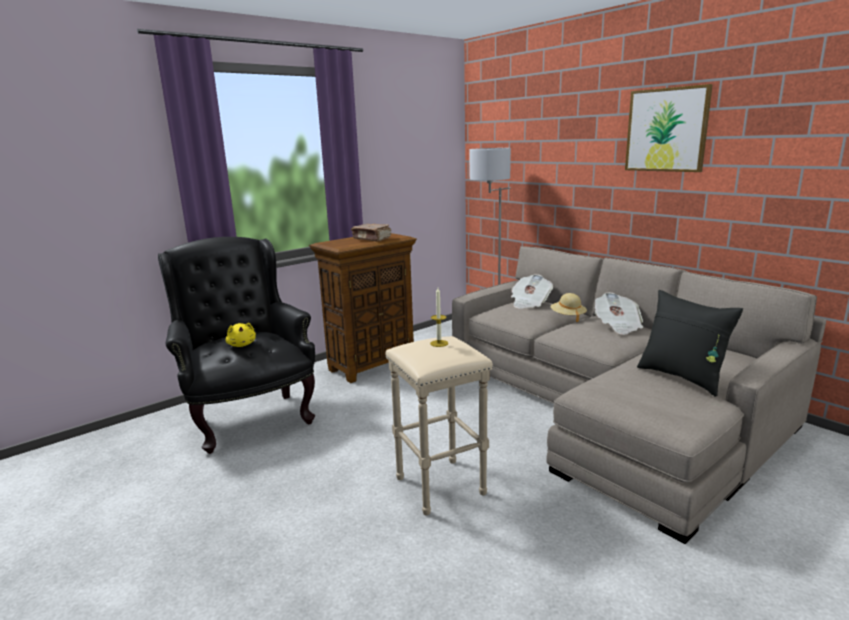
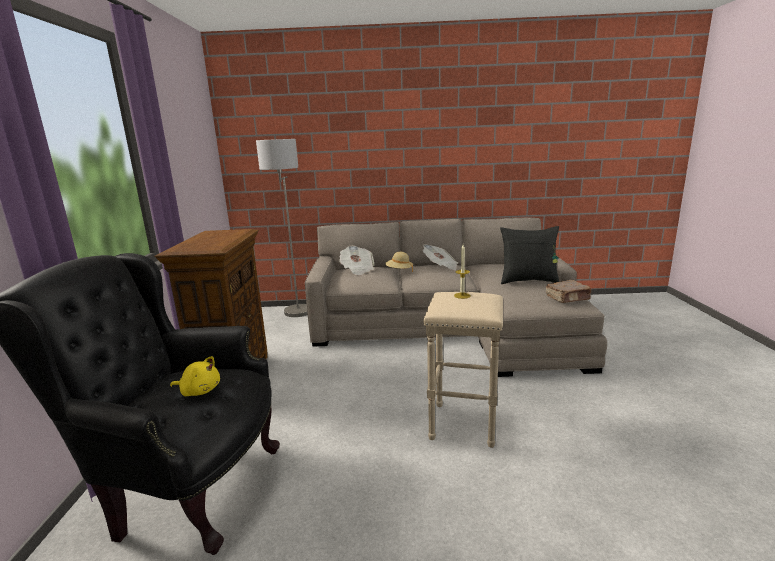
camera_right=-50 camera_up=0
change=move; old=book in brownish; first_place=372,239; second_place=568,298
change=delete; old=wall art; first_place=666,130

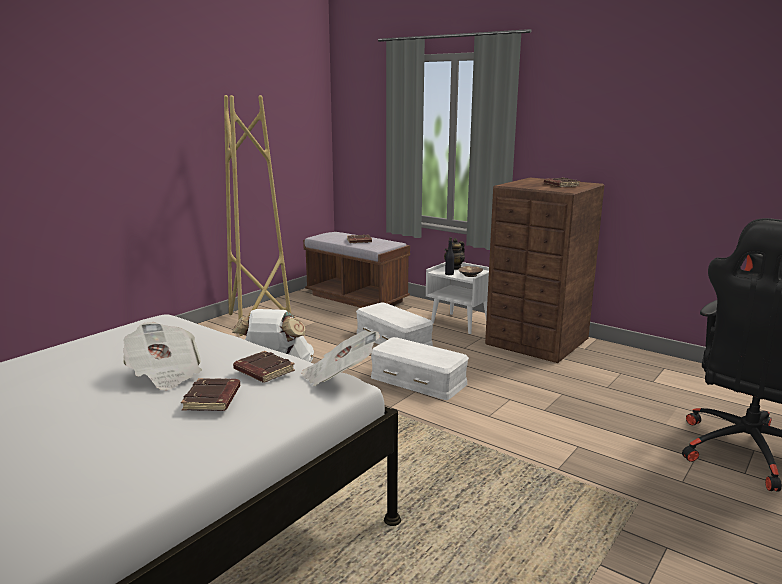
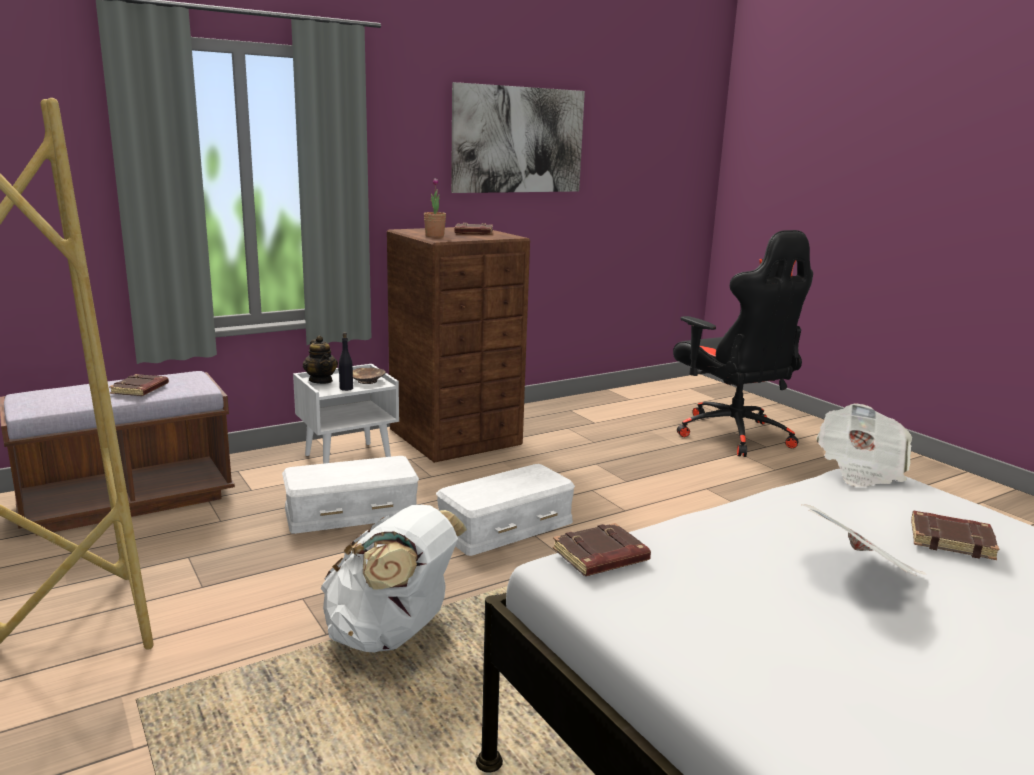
camera_right=-70 camera_up=0
change=insert; new=plant in a pot; second_place=434,236
change=insert; new=wall art; second_place=518,140
change=move; old=book in brownish; first_place=263,371; second_place=600,557

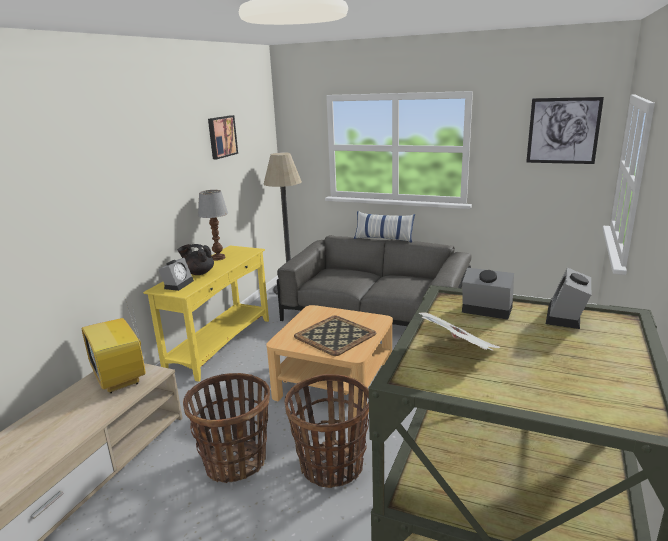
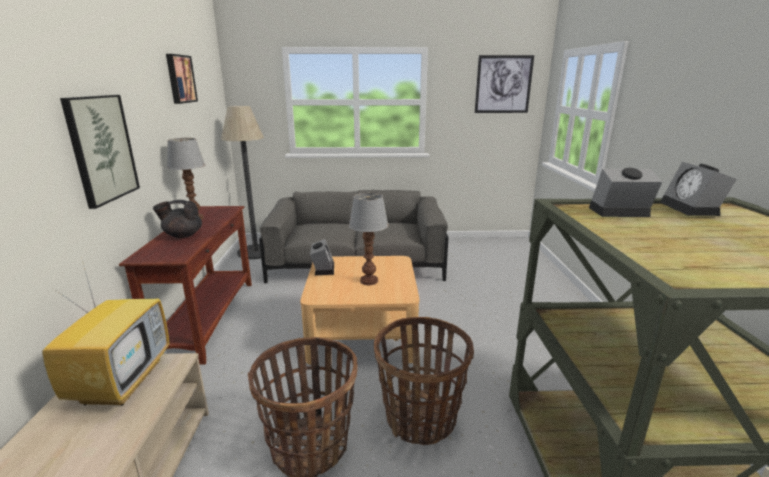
camera_right=-25 camera_up=0
change=rotate; old=television; first_place=120,378; second_place=122,381; degrees=-120
change=insert; new=wall art; second_place=101,149
change=recolor; old=narrow table in yellow; new=narrow table in brownish; first_place=220,344; second_place=208,318
change=move; old=table clock; first_place=178,284; second_place=323,268
change=replace; old=carrying tray; new=tabletop lamp; first_place=336,335; second_place=369,281
change=delete; old=throw pillow; first_place=383,239
change=delete; old=newspaper; first_place=459,351

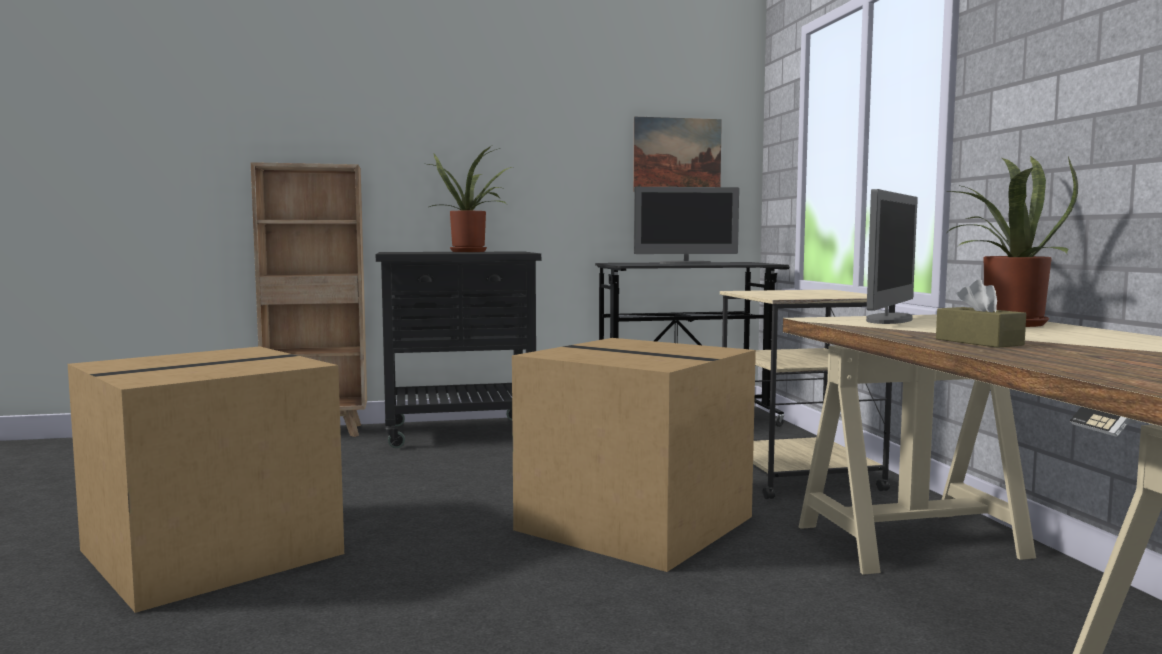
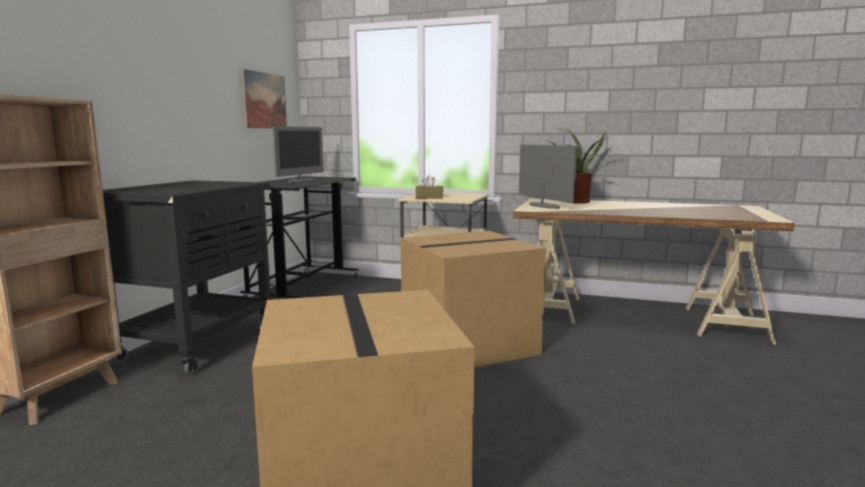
camera_right=-60 camera_up=5
change=move; old=tissue box in brownish; first_place=978,342; second_place=429,197
change=delete; old=plant in a pot; first_place=471,251

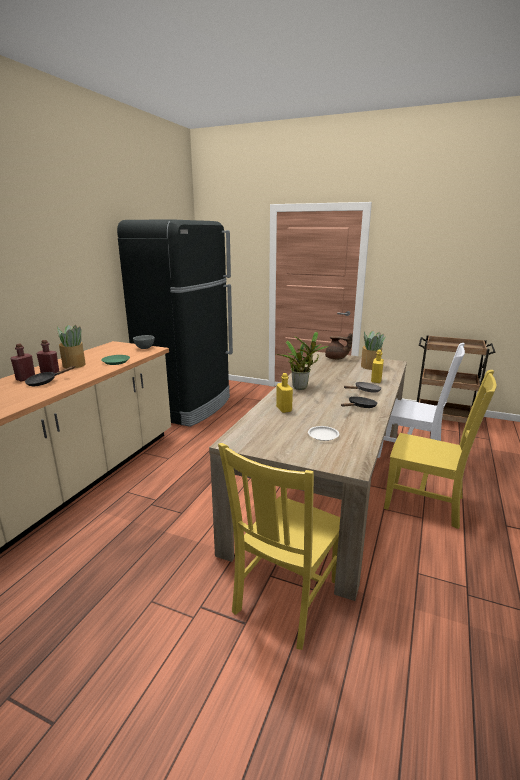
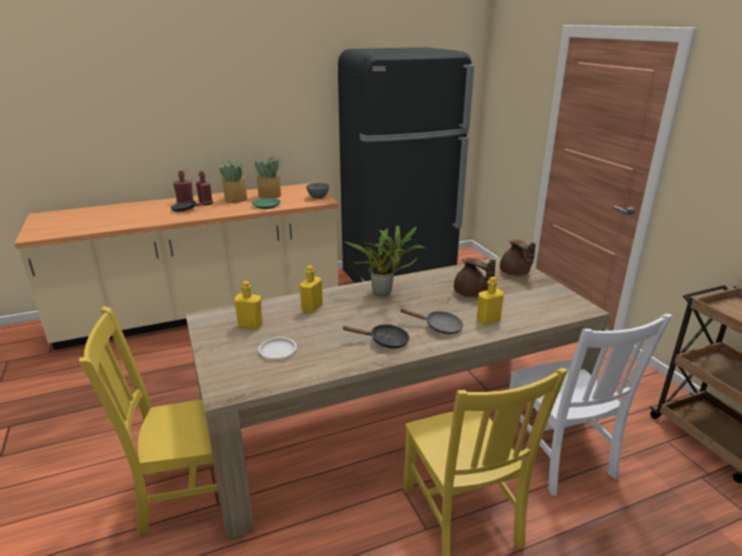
camera_right=45 camera_up=5
change=insert; new=bottle in yellow; second_place=250,325
change=move; old=plant in a pot; first_place=370,366; second_place=270,196
change=insert; new=pot for tea in brownish; second_place=470,294

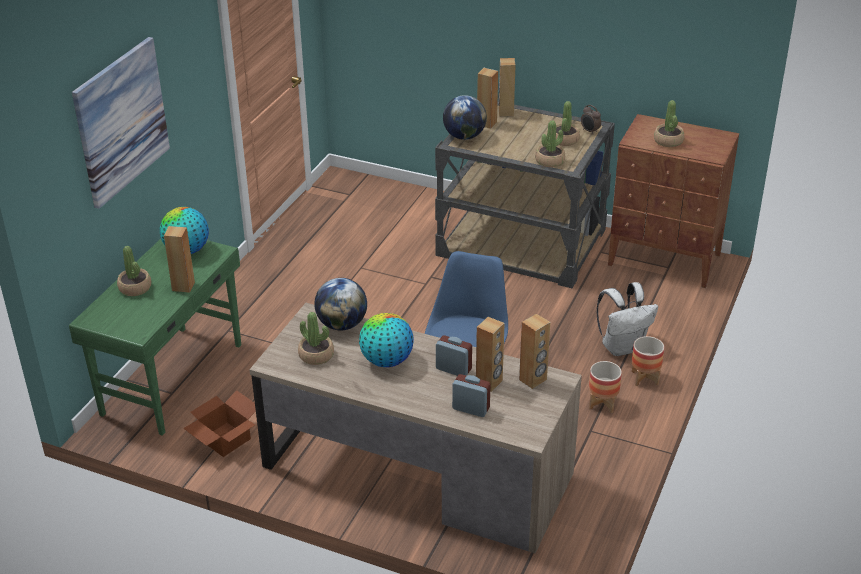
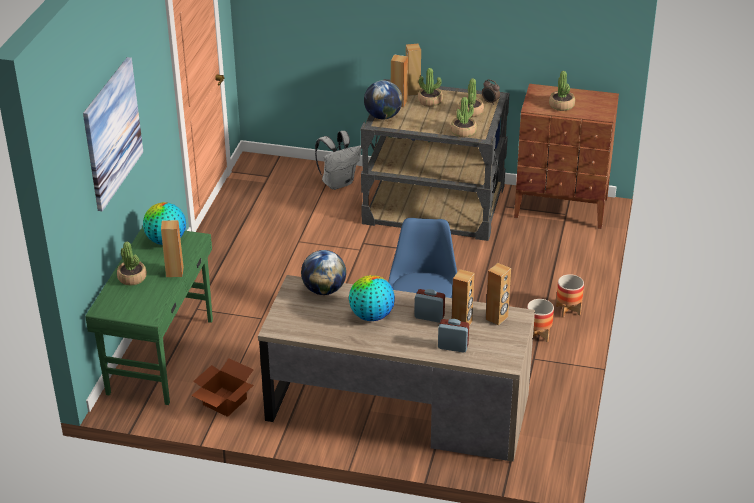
camera_right=-10 camera_up=0
change=move; old=rucksack in whitish; first_place=622,346; second_place=338,183
change=move; old=plant in a pot; first_place=316,355; second_place=430,101

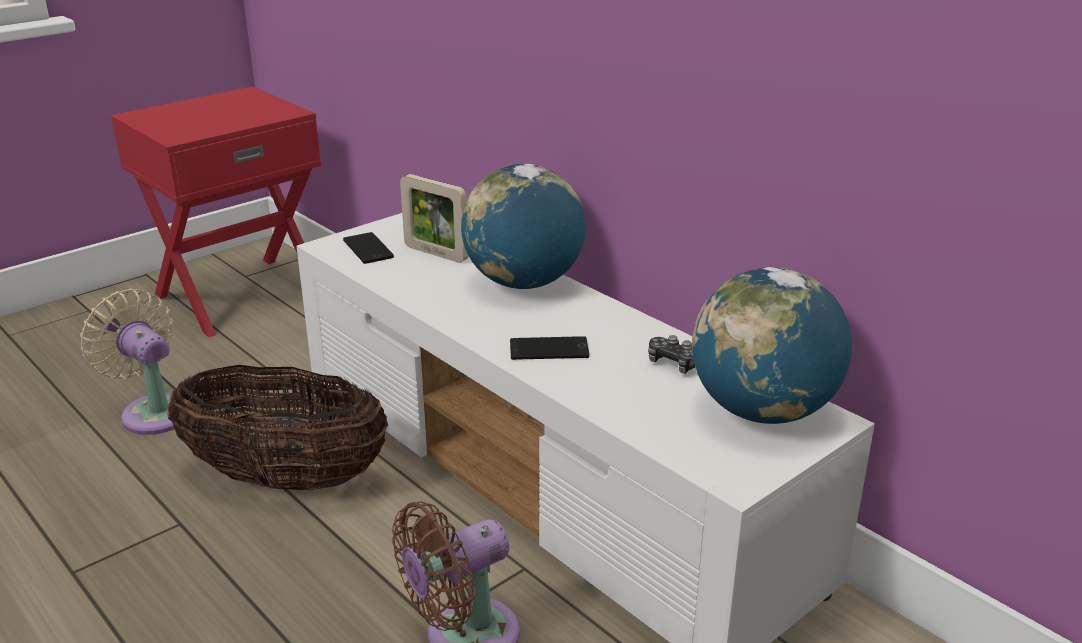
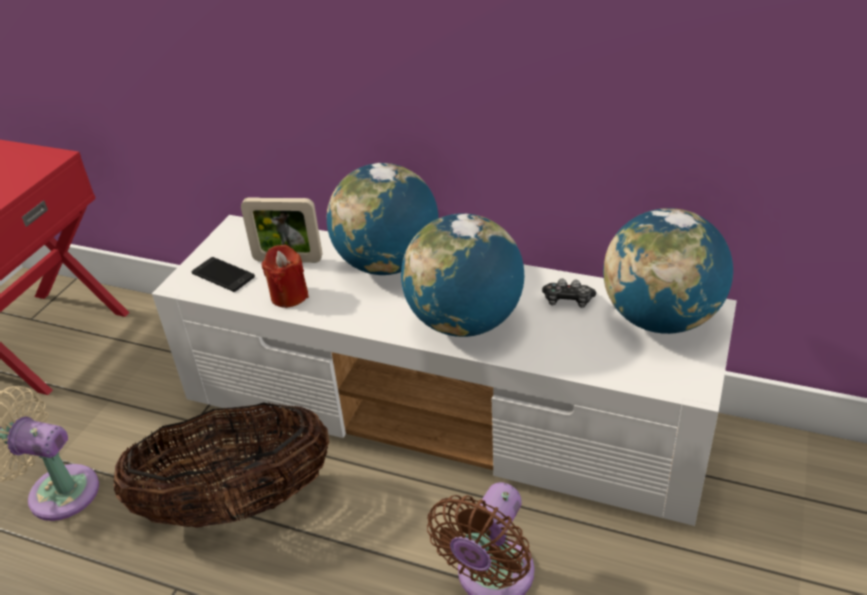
camera_right=-25 camera_up=10
change=insert; new=wax light in red-coloured; second_place=289,296
change=replace; old=telephone; new=desk globe; first_place=549,349; second_place=464,322

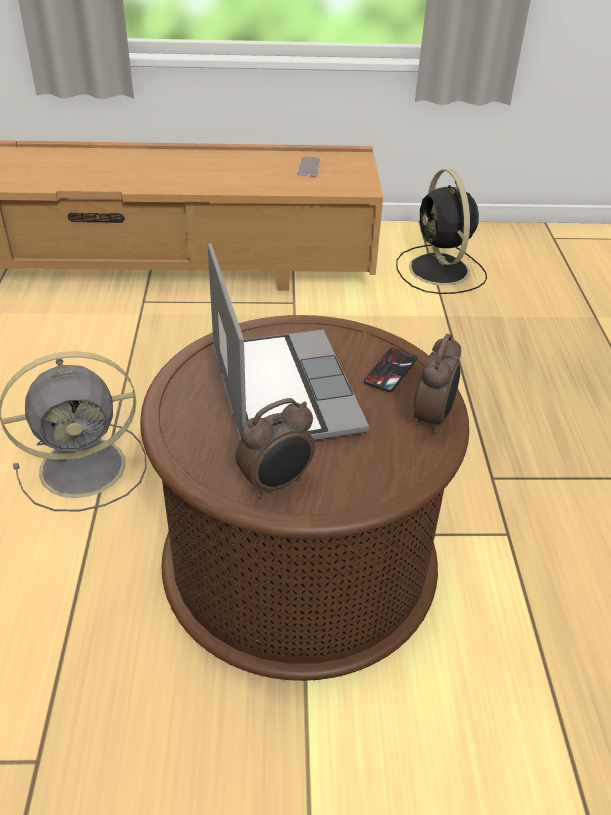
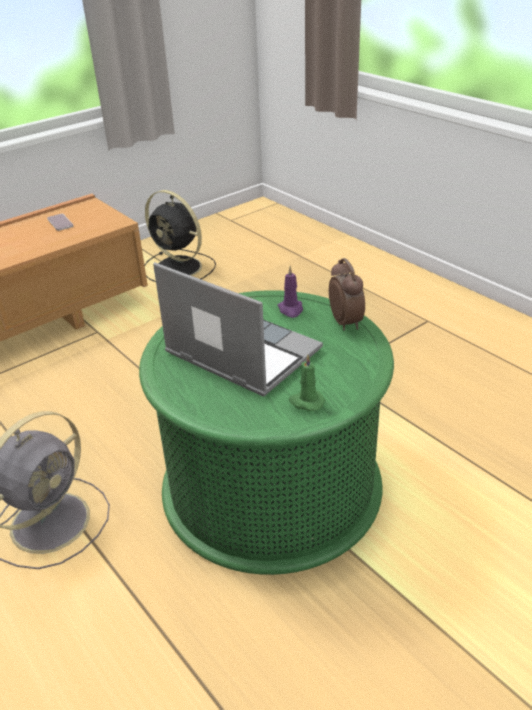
camera_right=-35 camera_up=-5
change=recolor; old=lounge table in brownish; new=lounge table in green; first_place=299,558; second_place=271,484
change=replace; old=telephone; new=wax light in purple; first_place=390,370; second_place=291,310
change=replace; old=table clock; new=wax light in green; first_place=277,483; second_place=306,402

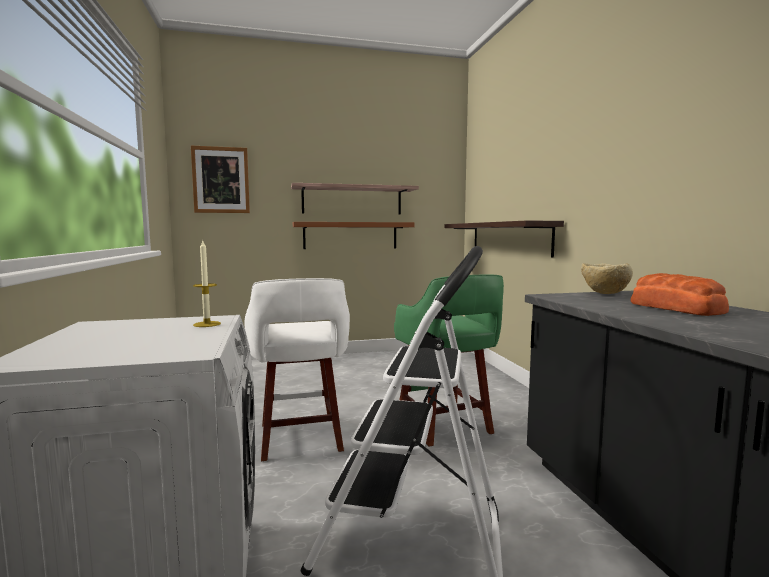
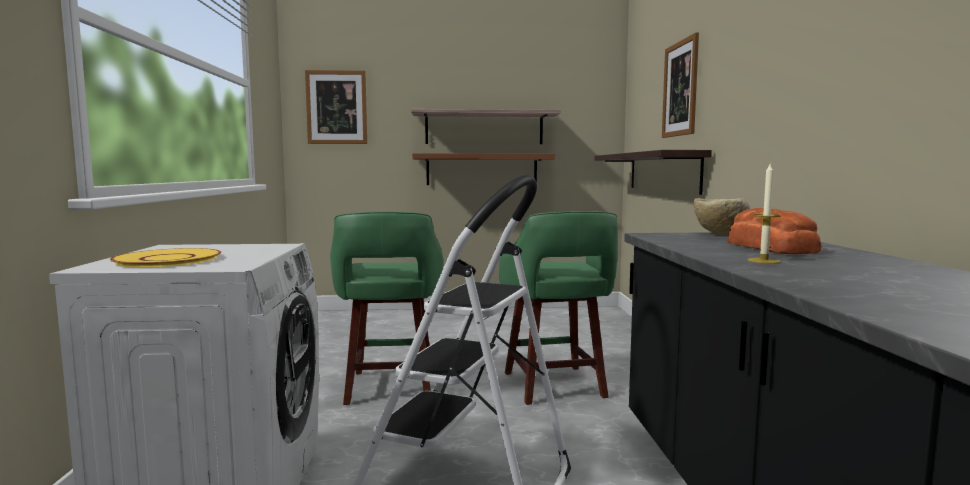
camera_right=10 camera_up=0
change=insert; new=dinner plate in yellow; second_place=168,259
change=recolor; old=sitting stool in whitish; new=sitting stool in green; first_place=300,440; second_place=390,389
change=insert; new=wall art; second_place=680,89
change=move; old=wax light; first_place=207,324; second_place=763,261

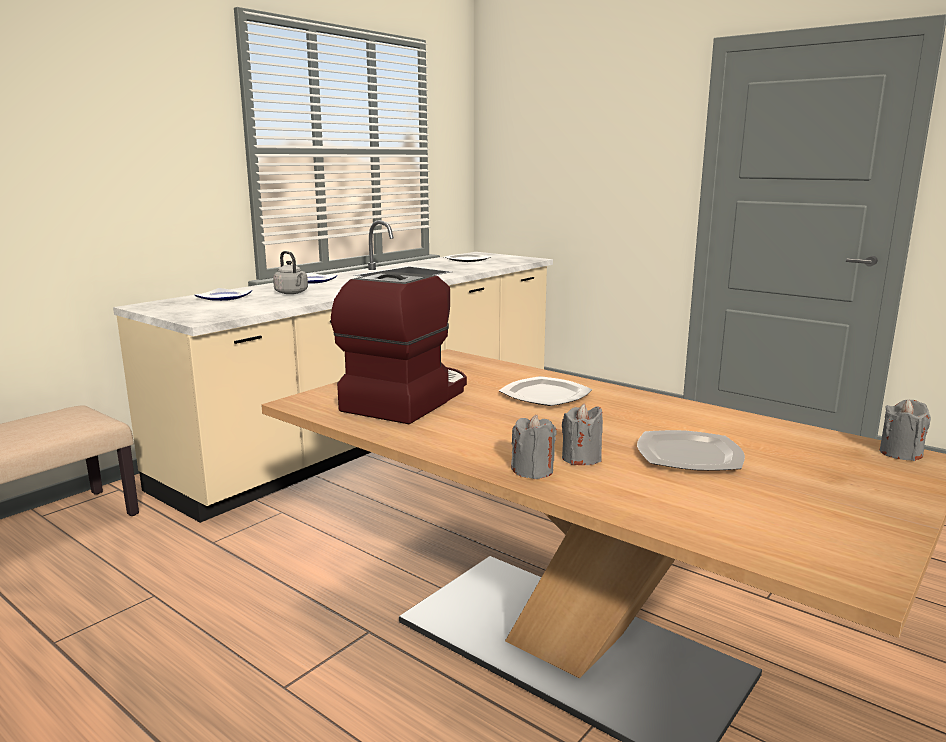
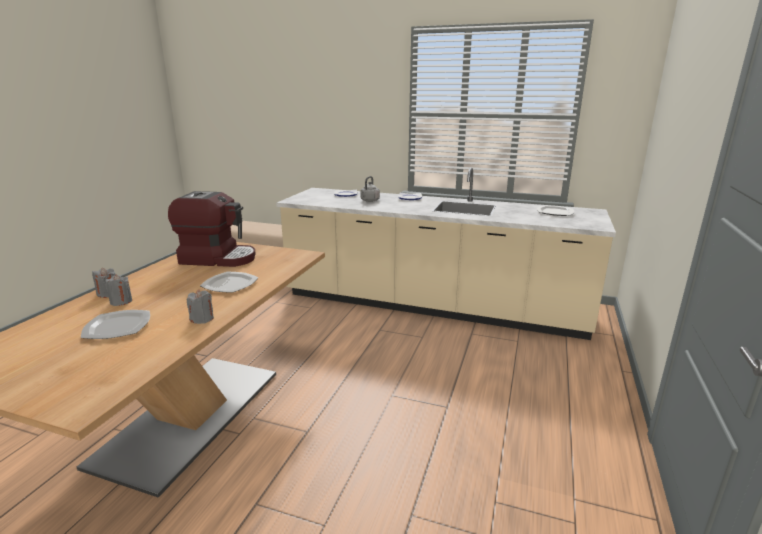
camera_right=70 camera_up=5
change=move; old=wax light in gray; first_place=900,453; second_place=202,319

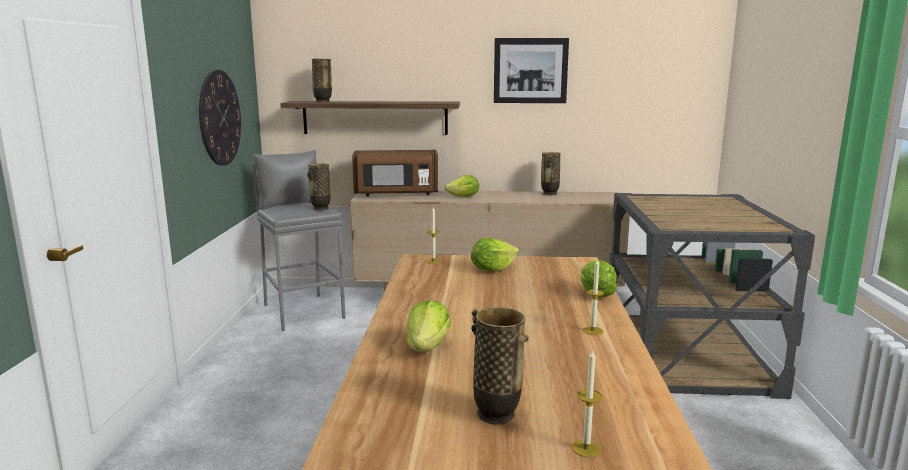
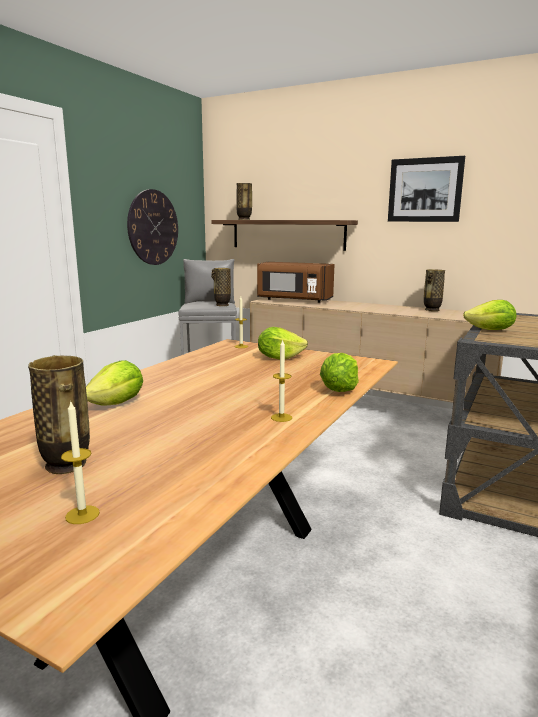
camera_right=25 camera_up=0
change=move; old=lettuce head; first_place=464,197; second_place=490,330

